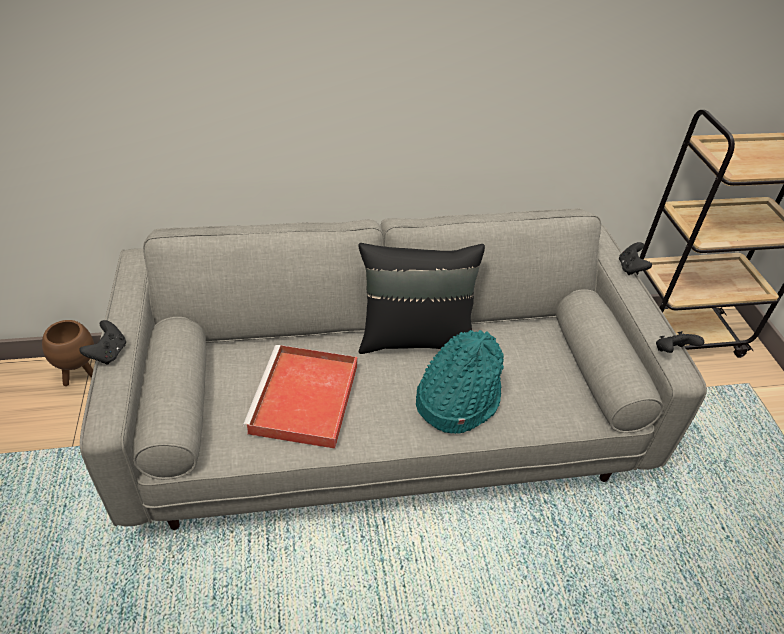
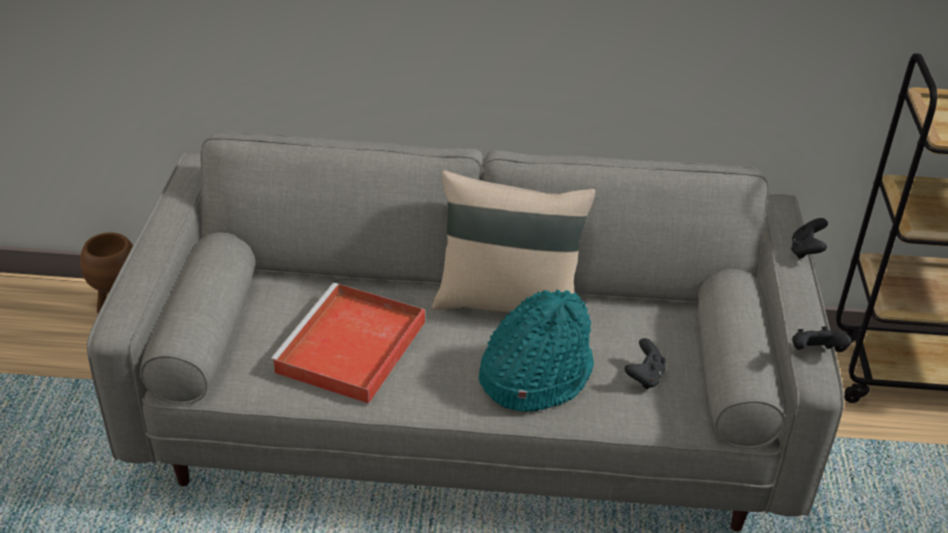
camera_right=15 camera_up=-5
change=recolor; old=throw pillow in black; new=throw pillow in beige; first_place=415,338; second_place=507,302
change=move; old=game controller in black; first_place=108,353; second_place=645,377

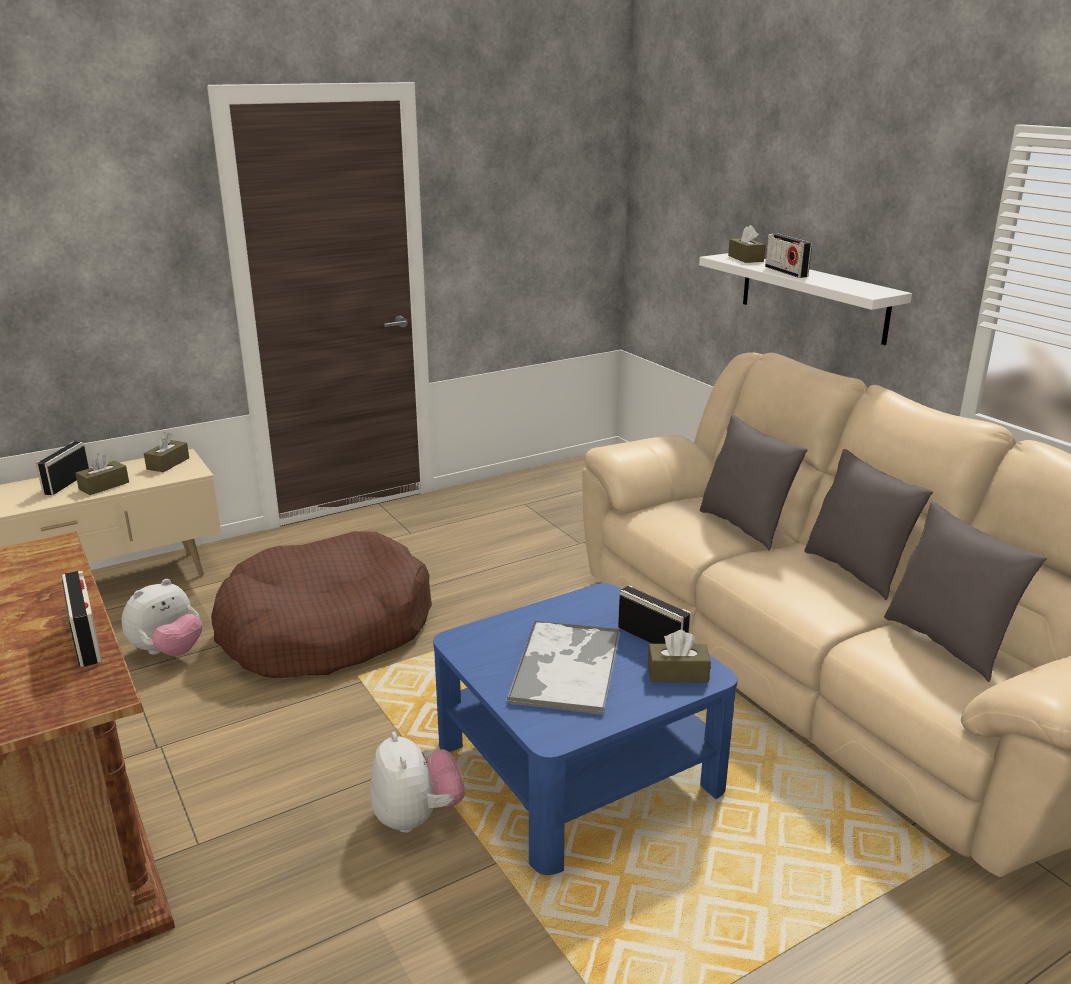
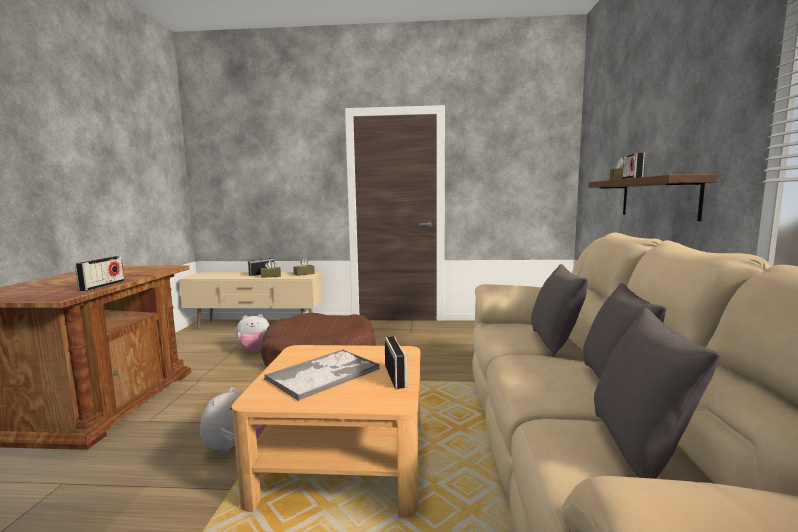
camera_right=35 camera_up=-15
change=recolor; old=lounge table in bluish; new=lounge table in beige; first_place=579,767; second_place=344,460
change=recolor; old=wall shelf in whitish; new=wall shelf in brownish; first_place=812,297; second_place=657,198
change=delete; old=tissue box in brownish; first_place=677,673

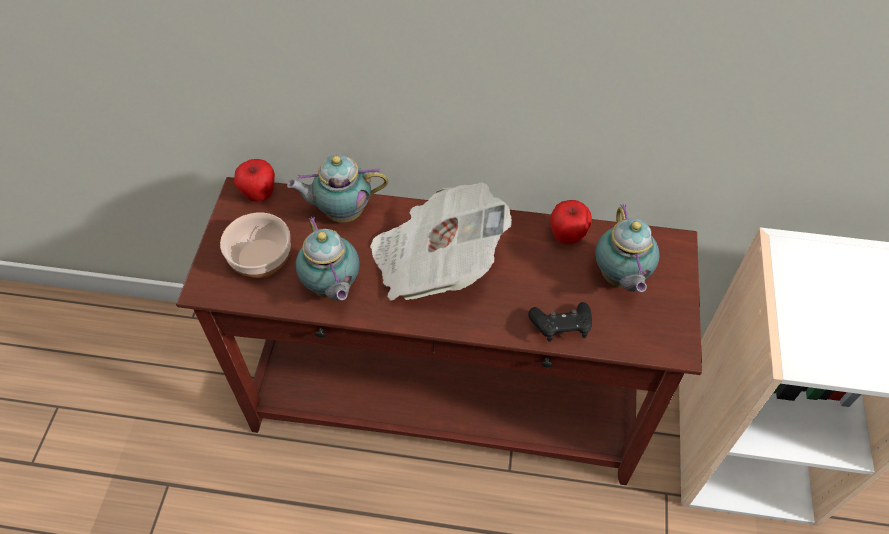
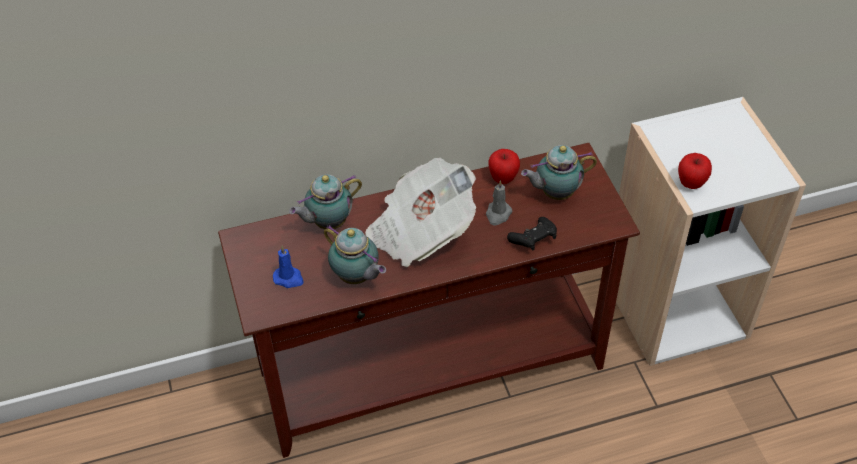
camera_right=-25 camera_up=-5
change=replace; old=serving bowl; new=wax light in bluish; first_place=261,260; second_place=289,278
change=insert; new=wax light in gray; second_place=498,214
change=rotate; old=pot for tea; first_place=620,278; second_place=555,193; degrees=105
change=move; old=apple fruit; first_place=259,195; second_place=691,183

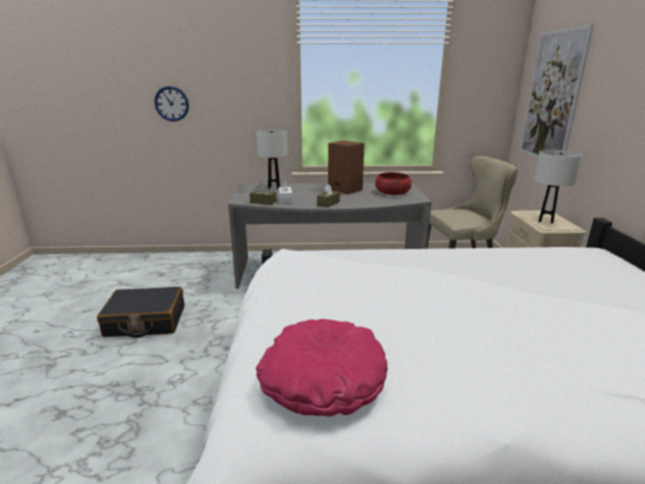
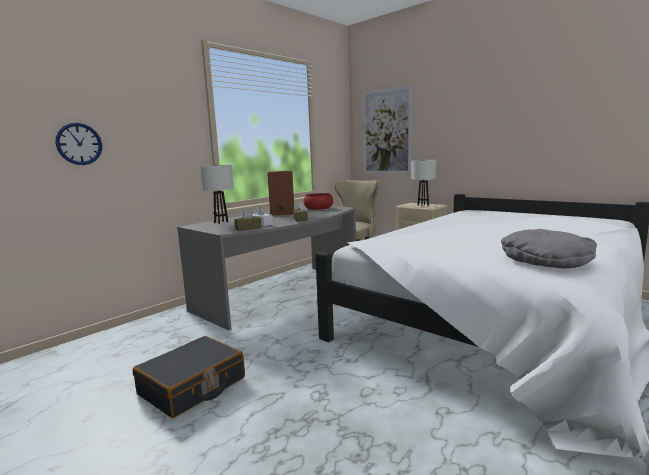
camera_right=-45 camera_up=-10
change=recolor; old=throw pillow in pinkish; new=throw pillow in gray; first_place=325,381; second_place=547,261

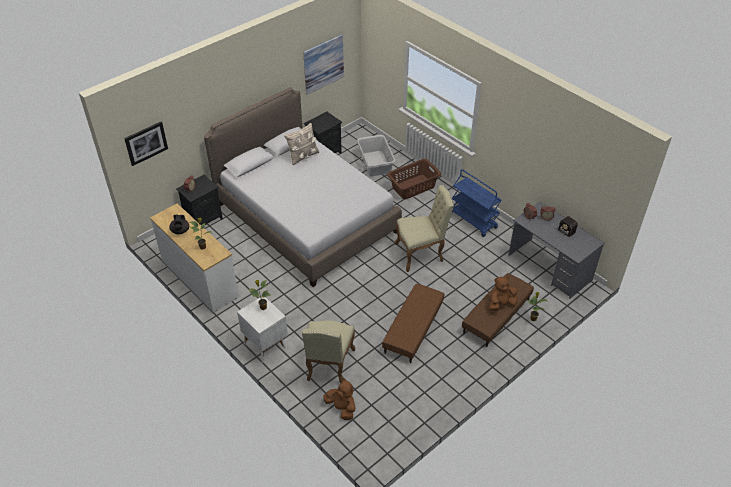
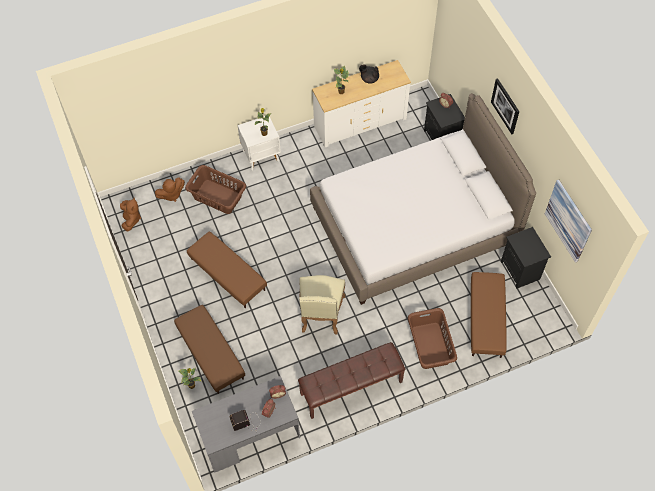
camera_right=110 camera_up=15
change=move; old=cuddly toy in brownish; first_place=501,304; second_place=131,219
change=replace; old=plain chair in beige; new=laundry basket in brownish; first_place=328,365; second_place=217,196
change=replace; old=cart in bluish; new=bench in brownish; first_place=473,220; second_place=351,388
change=replace; old=laundry basket in gray; new=footrest in brownish; first_place=375,163; second_place=485,319
change=move; old=wall art; first_place=146,143; second_place=505,106
change=delete; old=throw pillow in beige; first_place=303,157

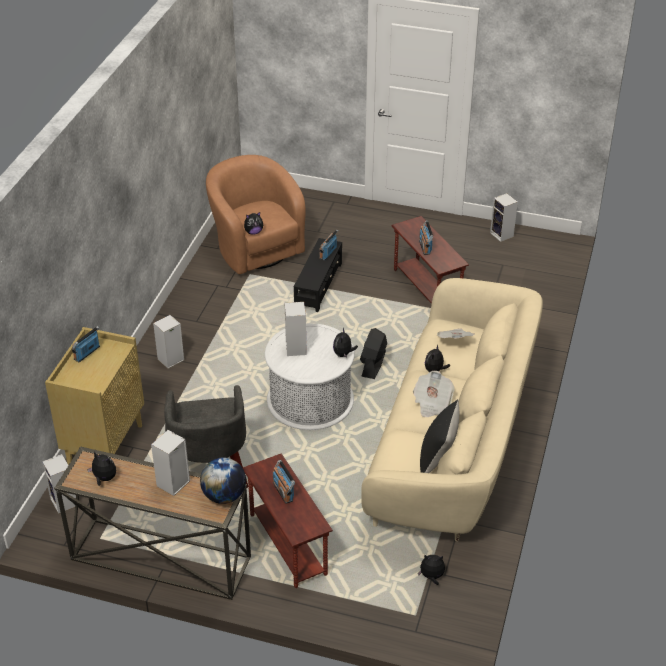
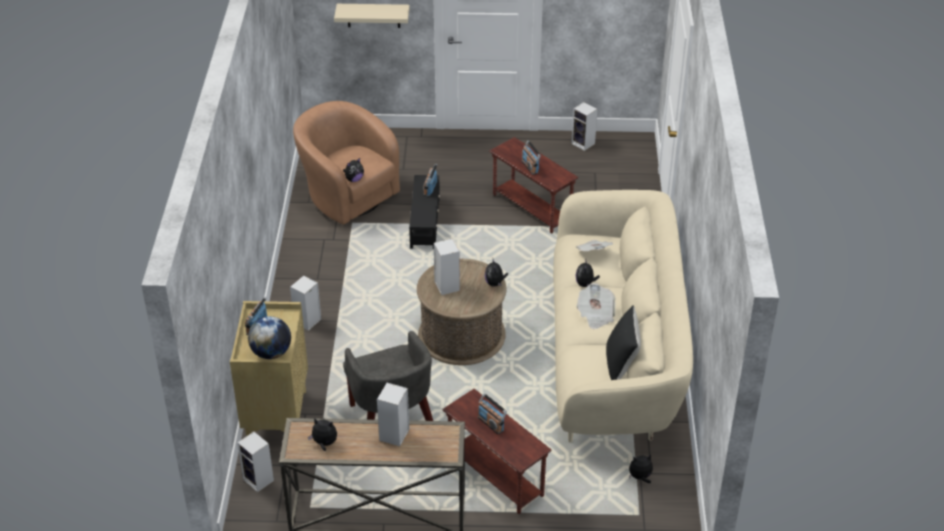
camera_right=-15 camera_up=0
change=move; old=desk globe; first_place=224,495; second_place=271,353
change=insert; new=wall shelf in beige; second_place=373,15
change=recolor; old=lounge table in whitish; new=lounge table in brownish; first_place=310,399; second_place=461,335
change=delete; old=fan in black; first_place=373,365

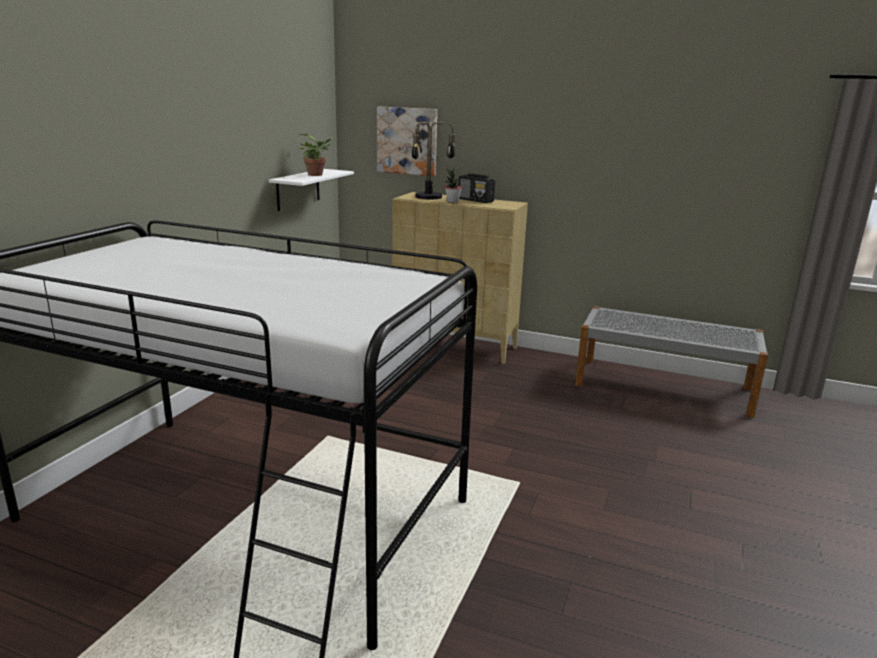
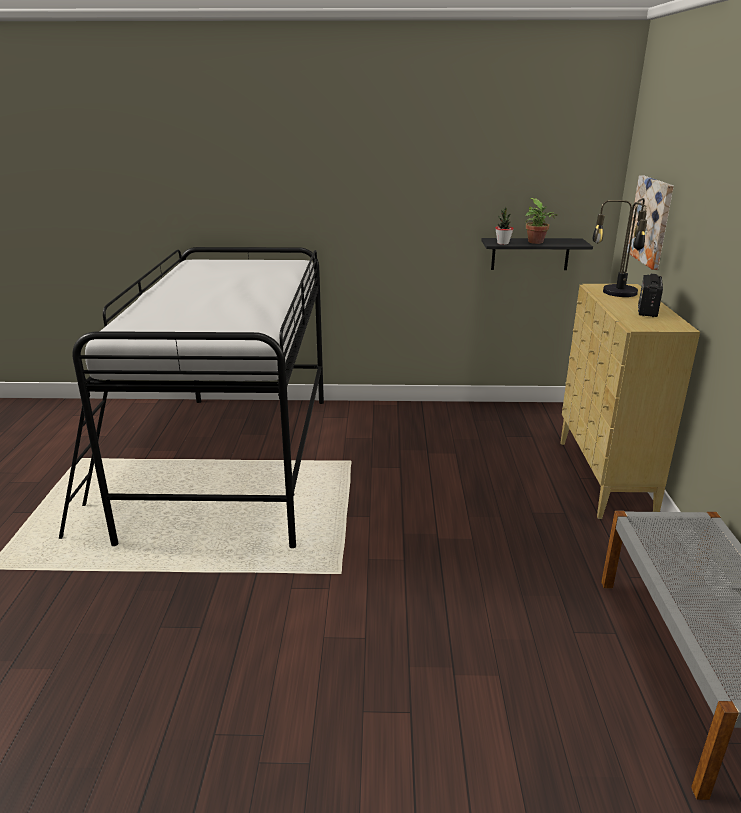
camera_right=70 camera_up=5
change=recolor; old=wall shelf in whitish; new=wall shelf in black; first_place=298,189; second_place=530,254
change=move; old=plant in a pot; first_place=452,202; second_place=503,243

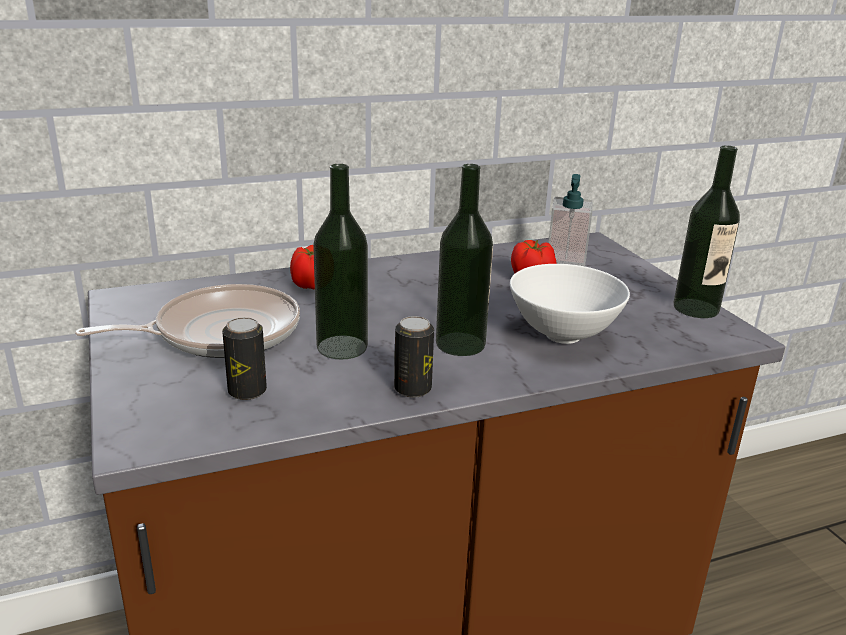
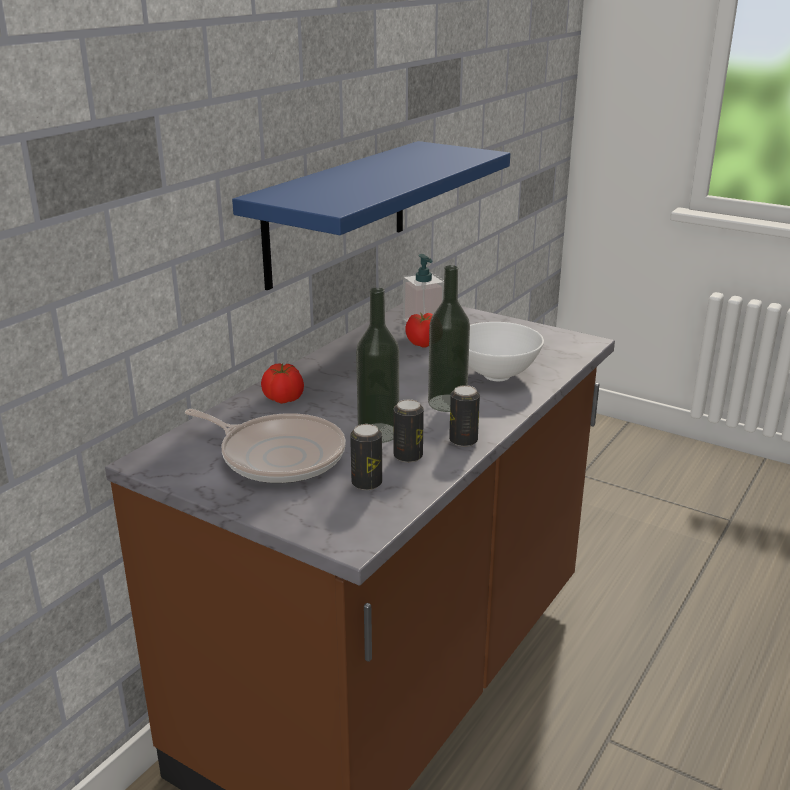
camera_right=-35 camera_up=0
change=rotate; old=pan; first_place=220,333; second_place=278,455; degrees=90
change=insert; new=wall shelf in bluish; second_place=337,212
change=insert; new=sealed can; second_place=408,456
change=delete; old=bottle; first_place=696,308

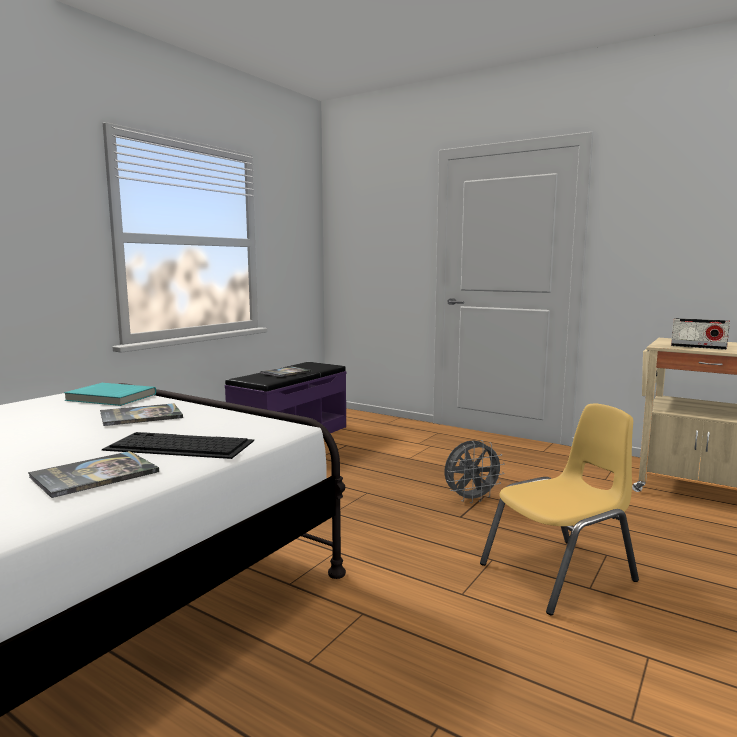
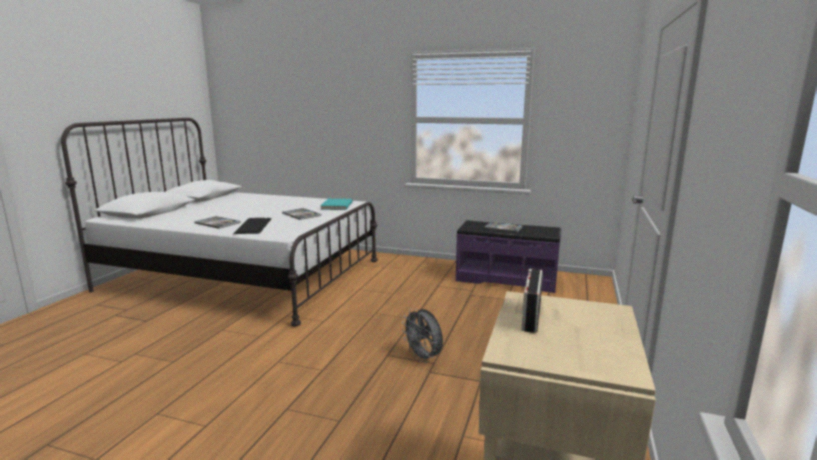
camera_right=75 camera_up=5
change=delete; old=plain chair in yellow; first_place=559,573

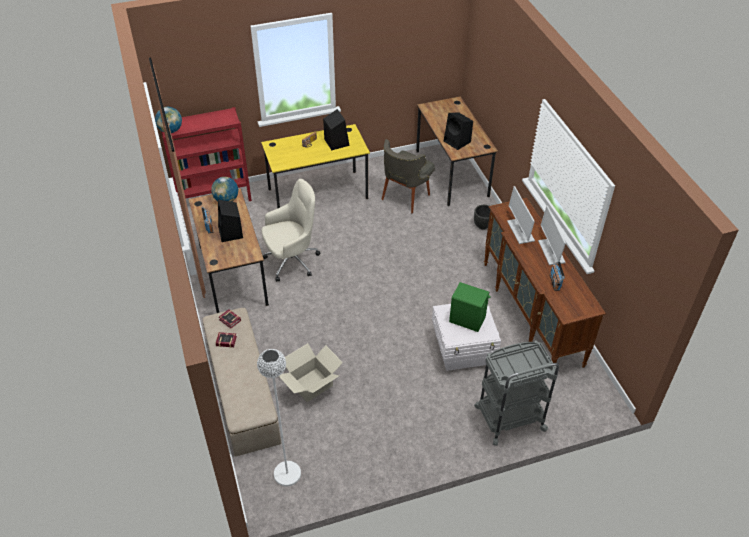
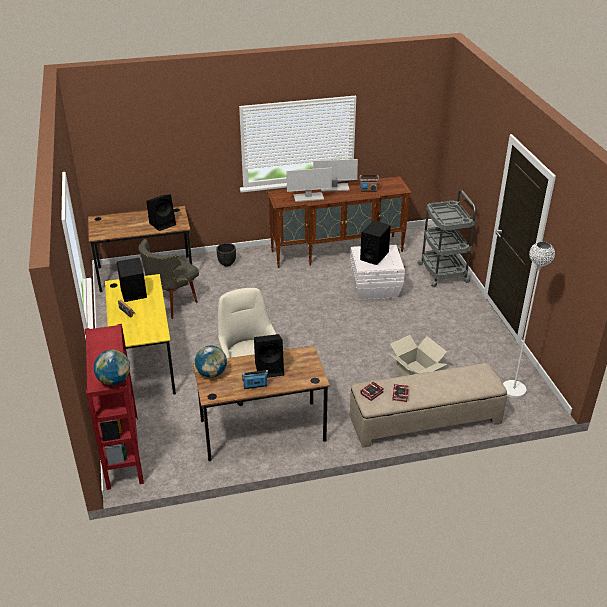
camera_right=-85 camera_up=-10
change=rotate; old=plain chair in gray; first_place=406,197; second_place=172,303; degrees=90
change=recolor; old=speaker in green; new=speaker in black; first_place=467,319; second_place=374,256

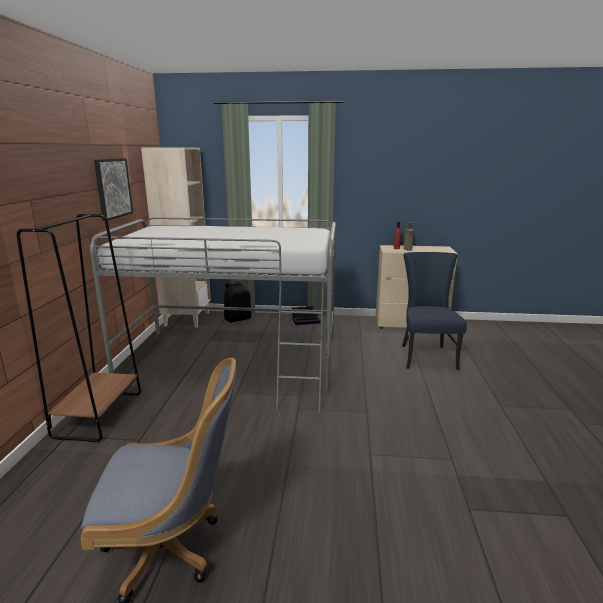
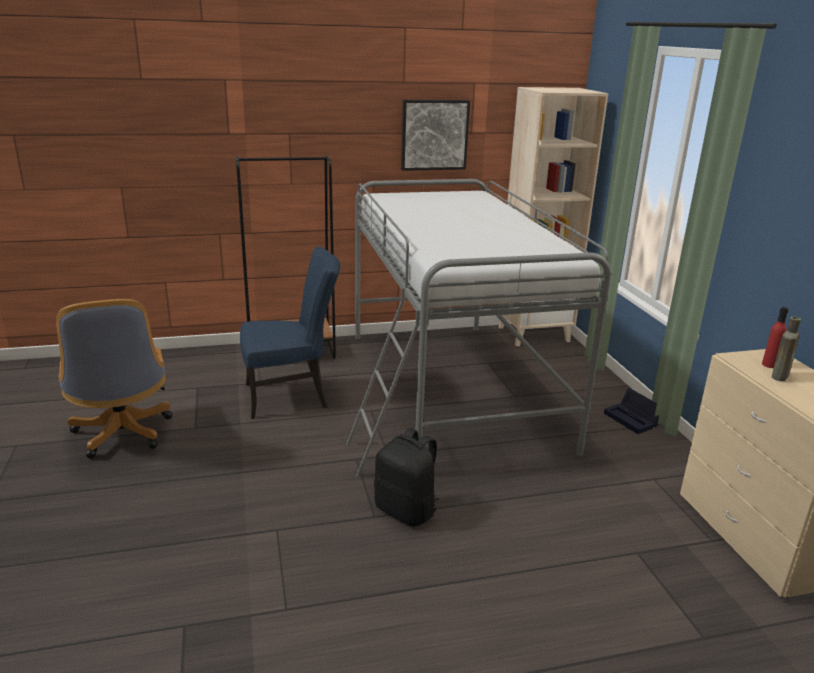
camera_right=70 camera_up=5
change=move; old=plain chair in bluish; first_place=426,355; second_place=292,396
change=move; old=rucksack in black; first_place=238,319; second_place=406,510

